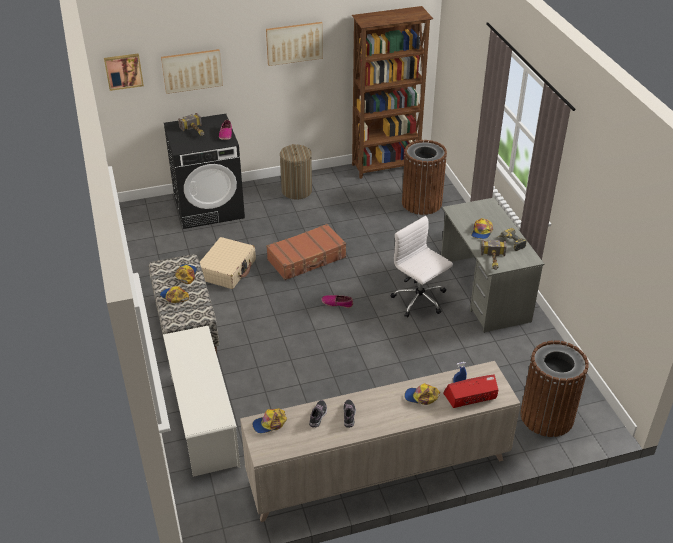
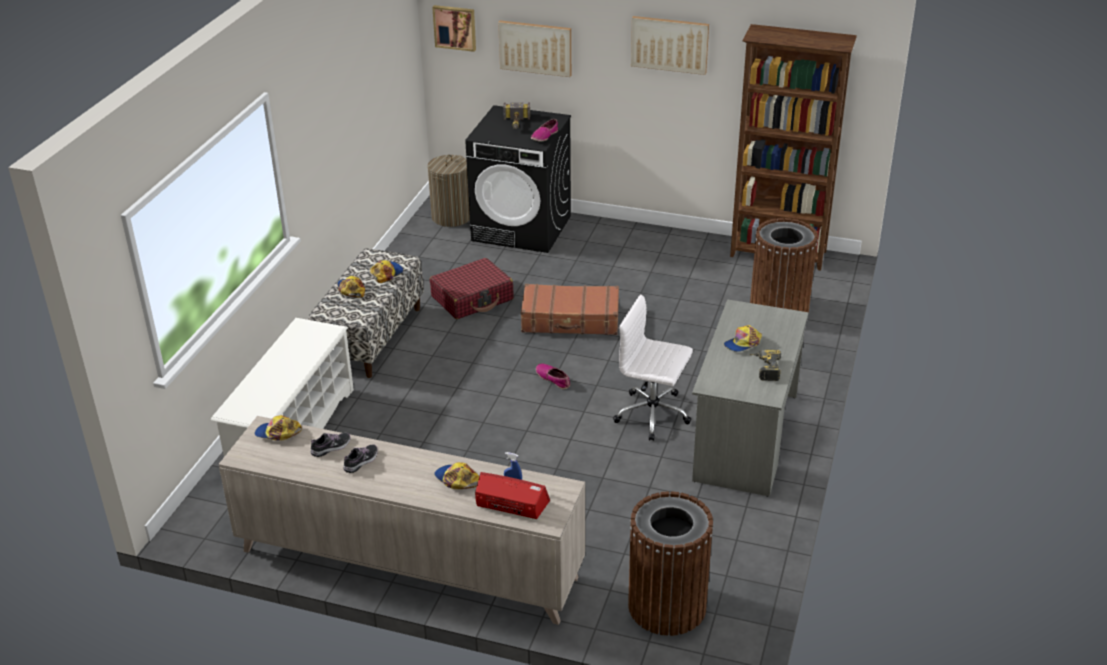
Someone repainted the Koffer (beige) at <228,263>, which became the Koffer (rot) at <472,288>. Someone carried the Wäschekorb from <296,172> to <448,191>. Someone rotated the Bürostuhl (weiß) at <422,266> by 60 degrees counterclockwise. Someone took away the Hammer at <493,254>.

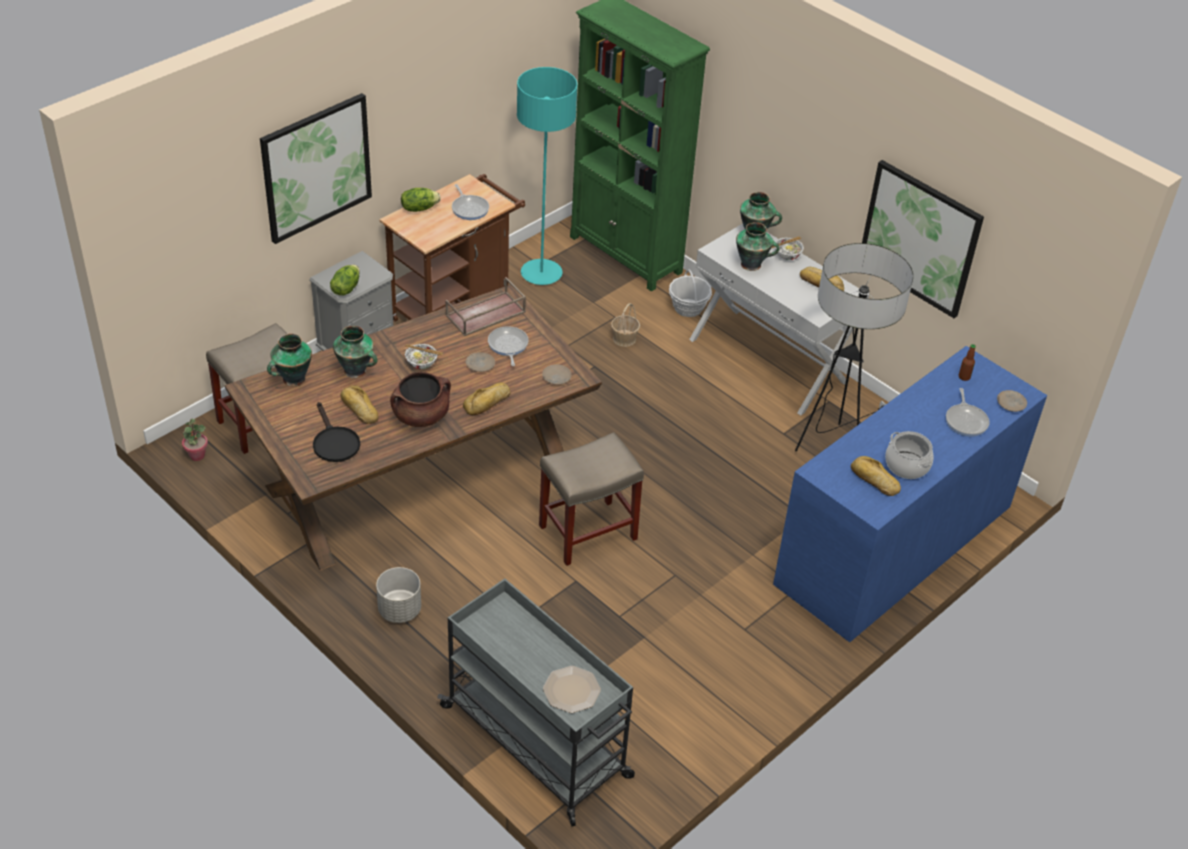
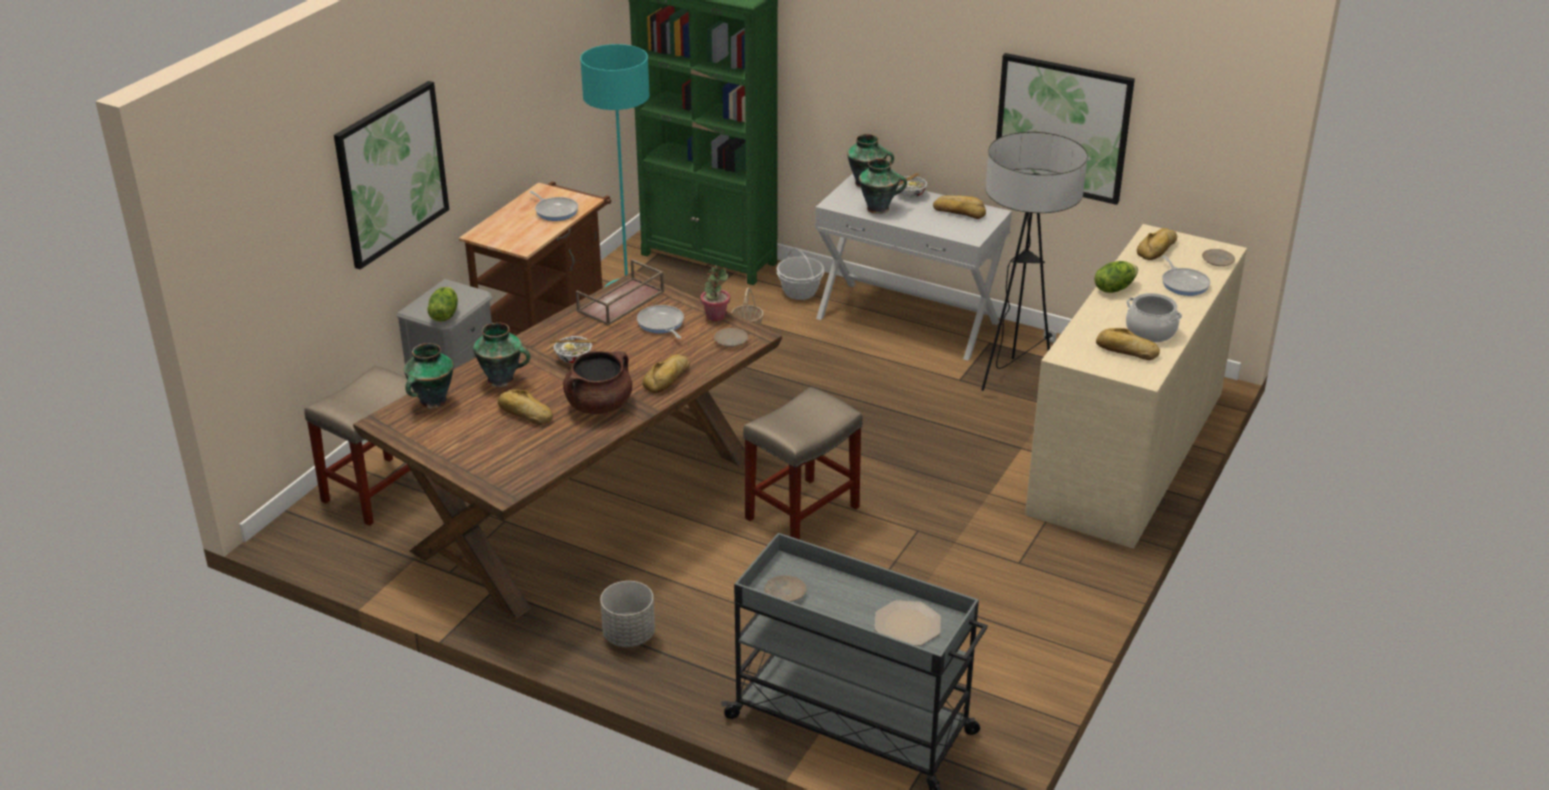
Someone carried the Topfpflanze from <195,440> to <715,293>. Someone took away the Pfanne (schwarz) at <336,432>. Someone carried the Salatkopf from <421,200> to <1116,277>. Someone carried the Teller (beige) from <480,362> to <785,588>. Someone repainted the Kommode (blau) at <910,494>, which became the Kommode (beige) at <1136,386>. Someone swapped the Flasche at <967,362> for the Brot at <1157,244>.

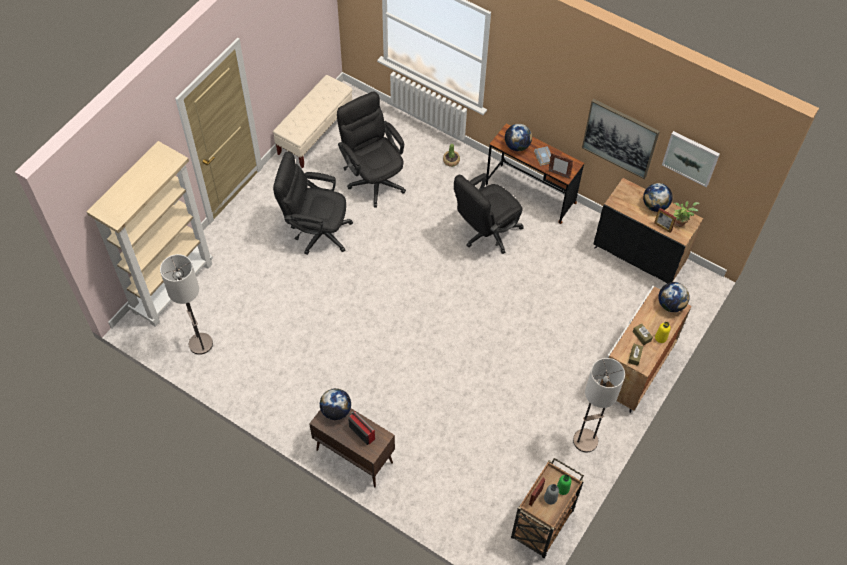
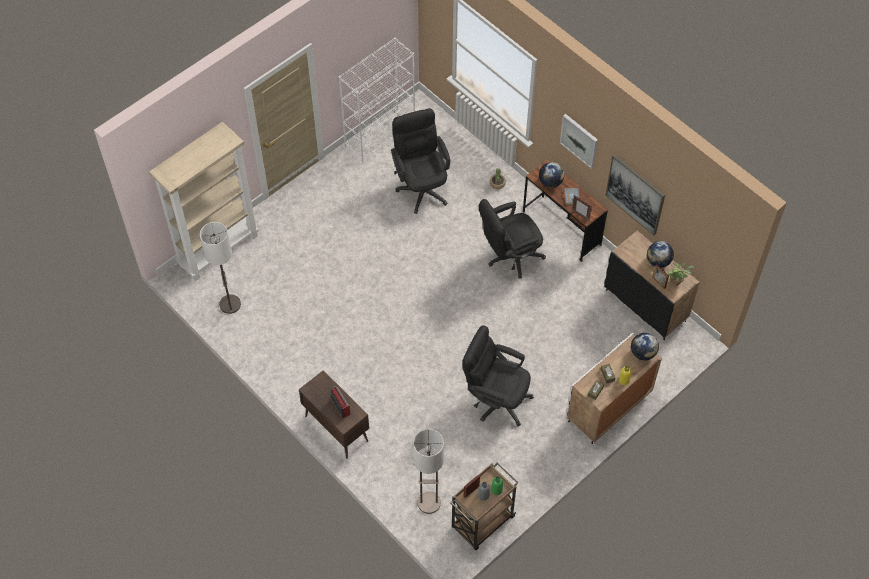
Someone swapped the Bank (beige) at <312,121> for the Bücherregal (weiß) at <377,100>. Someone carried the Bürostuhl (schwarz) from <313,203> to <498,375>. Someone took away the Globus at <335,404>. Someone carried the Stehlampe from <599,405> to <428,471>. Someone carried the Bild from <691,159> to <579,141>.

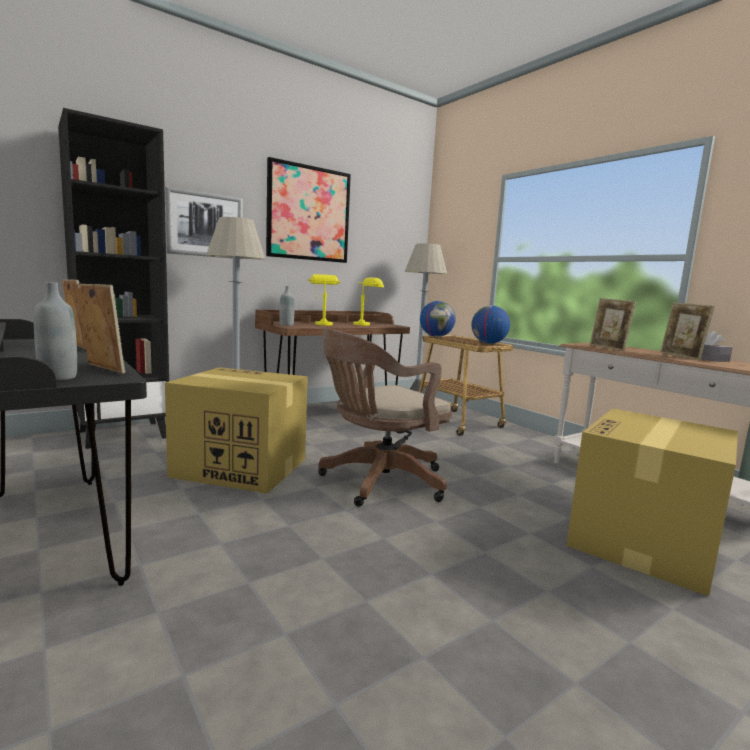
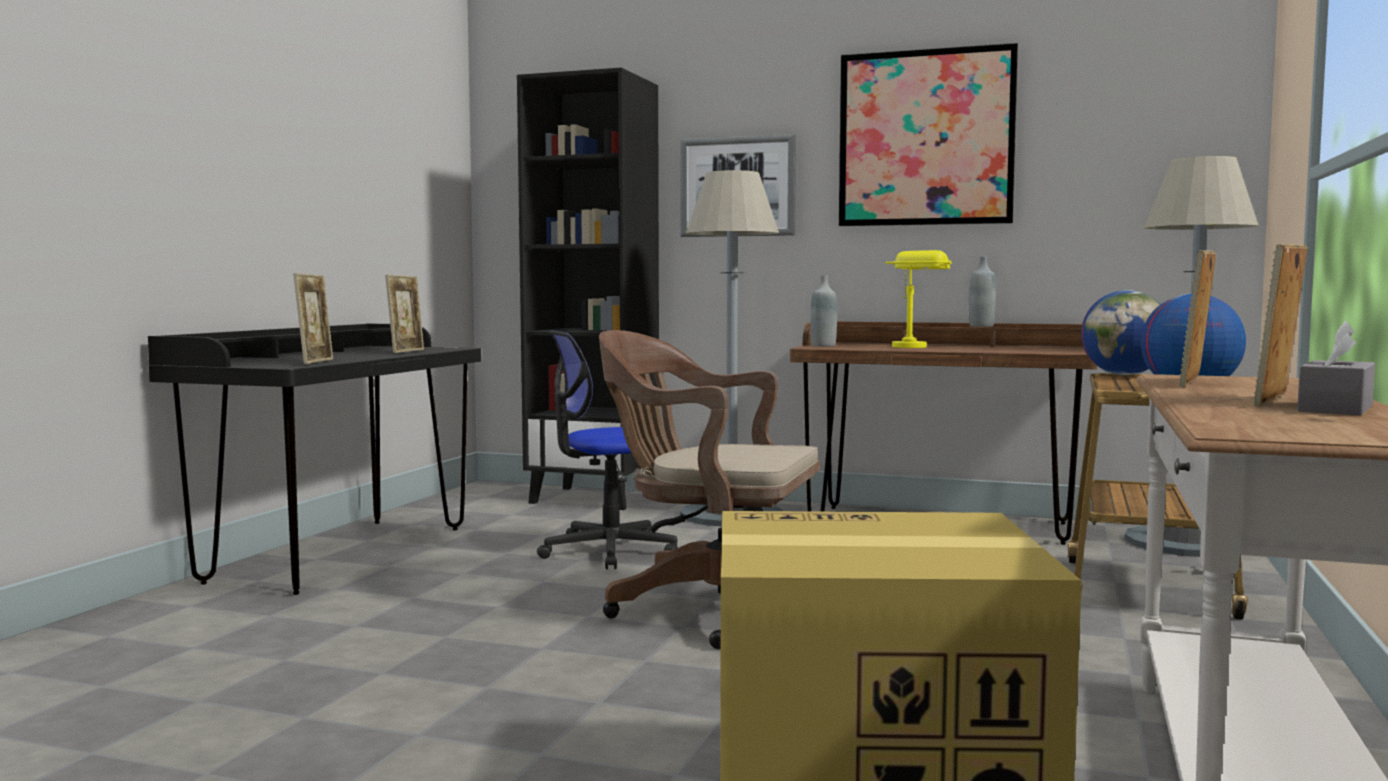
Someone carried the Flasche (grau) from <55,331> to <982,291>. Someone swapped the Karton at <236,430> for the Bürostuhl at <607,449>. Someone took away the Tischlampe (gelb) at <368,302>.

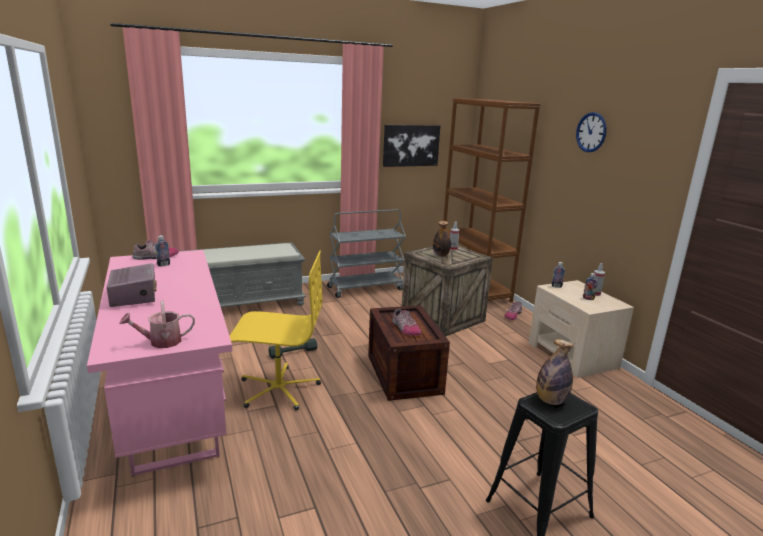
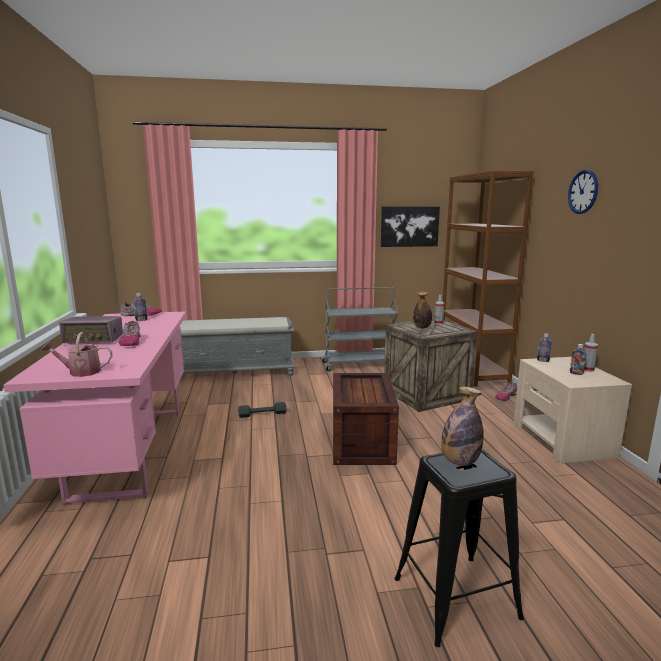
Someone rotated the Radio at <131,285> by 90 degrees clockwise. Someone took away the Bürostuhl (gelb) at <276,331>. Someone carried the Schuh from <407,322> to <130,333>.

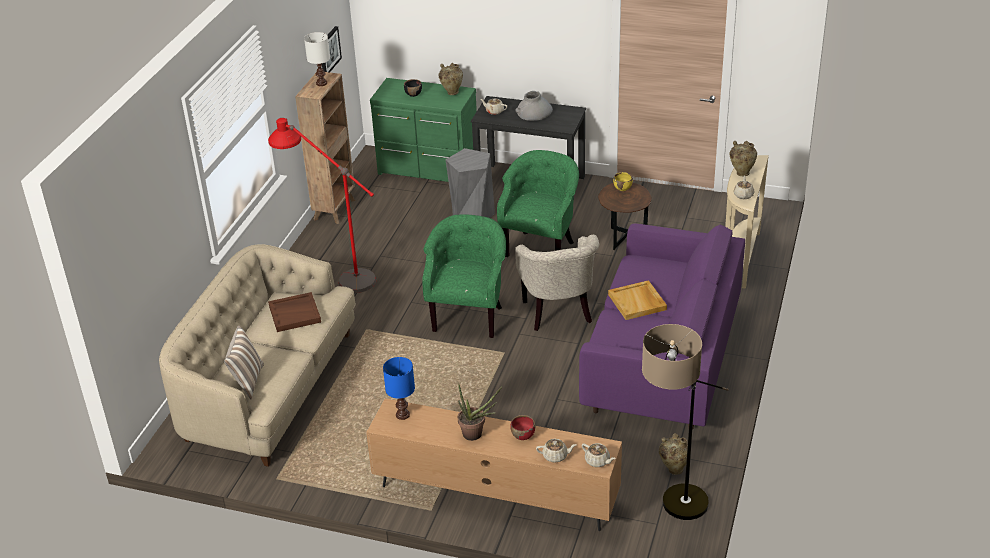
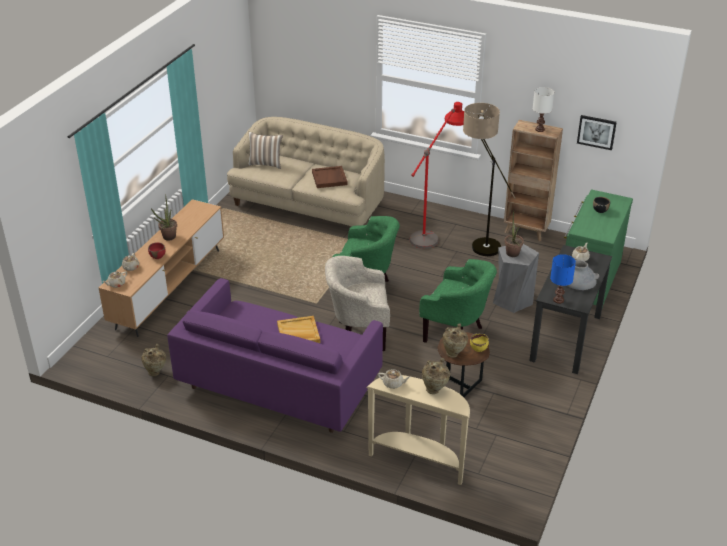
Someone carried the Tischlampe (blau) from <399,388> to <563,279>. Someone carried the Vase (beige) from <451,79> to <455,341>. Someone carried the Stehlampe from <685,422> to <489,179>. Someone put down the Topfpflanze at <514,233>.

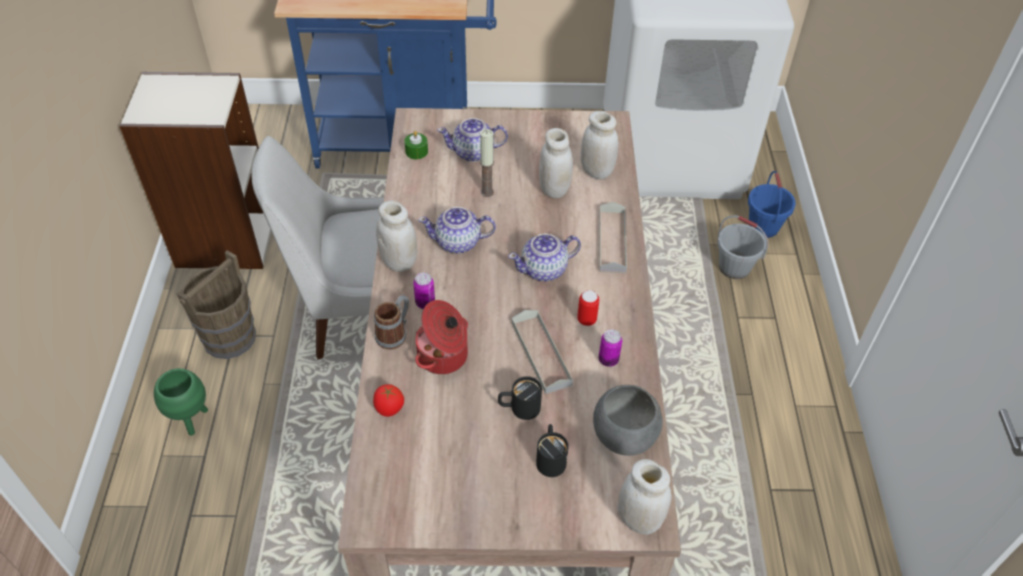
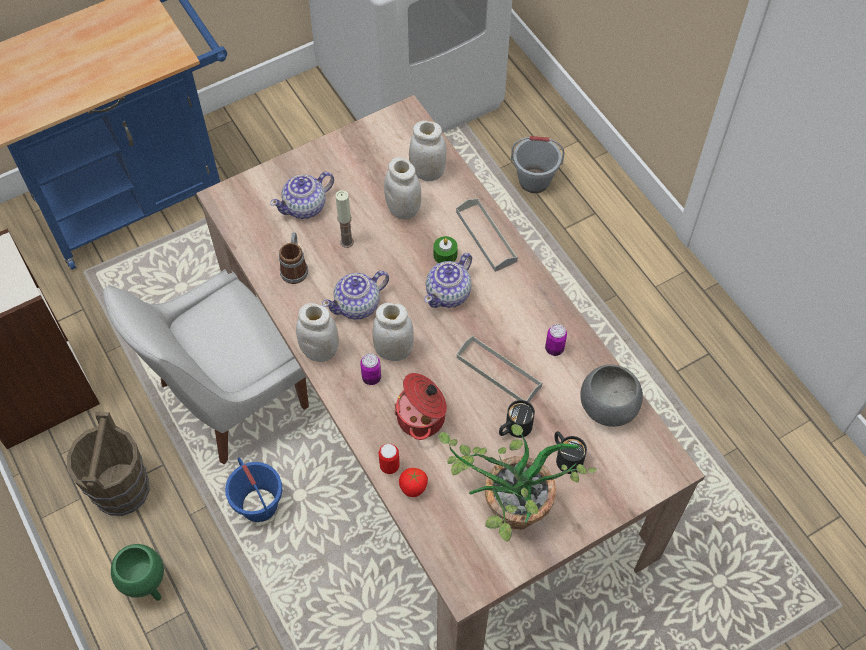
Someone carried the Henkelbecher from <391,322> to <293,258>. Someone carried the Kerze (grün) from <416,145> to <445,249>. Someone carried the Dose from <588,308> to <389,458>. Someone carried the Vorratsglas (weiß) from <645,497> to <393,332>. Someone carried the Eimer (blau) from <772,204> to <253,489>. Someone put down the Topfpflanze at <517,483>.

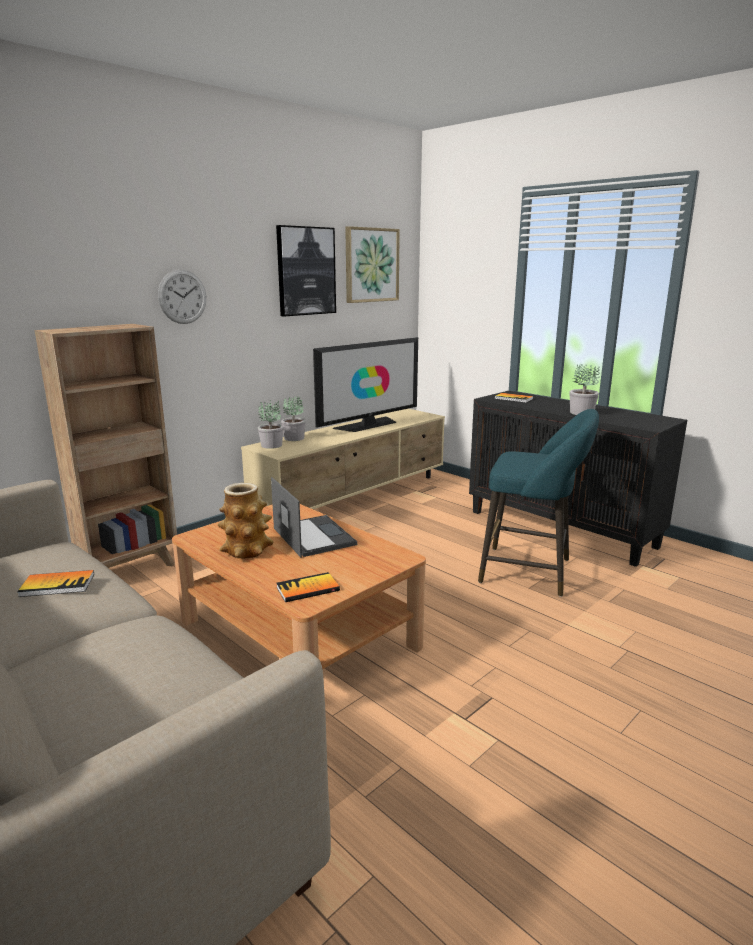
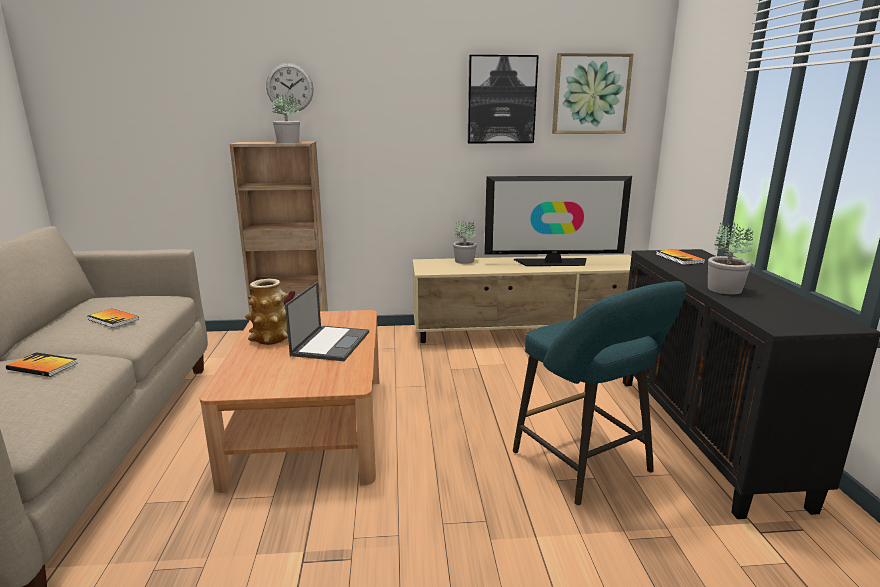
Someone carried the Wanduhr from <182,297> to <290,87>. Someone carried the Topfpflanze from <271,425> to <286,118>. Someone carried the Buch from <308,587> to <41,364>.

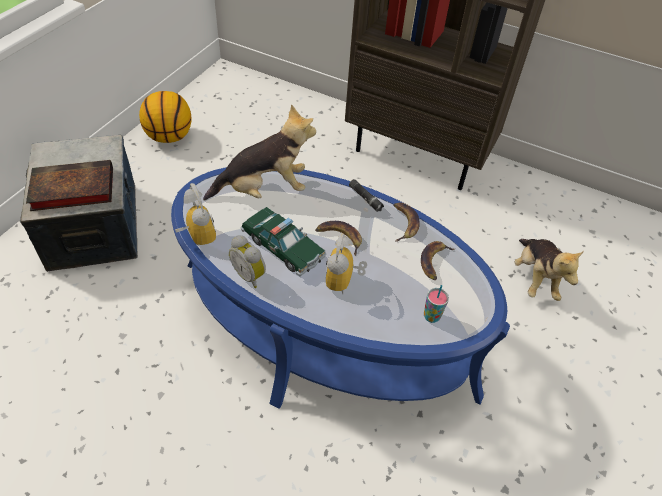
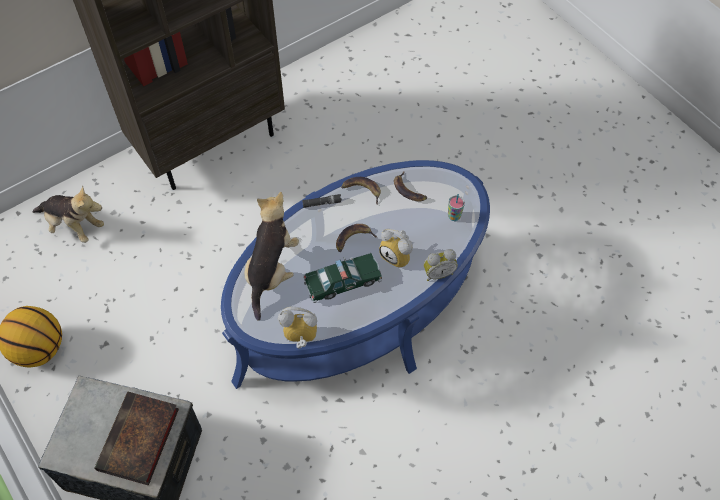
Someone carried the Wecker from <247,261> to <441,265>. Someone carried the Plüschtier from <549,270> to <68,214>.

